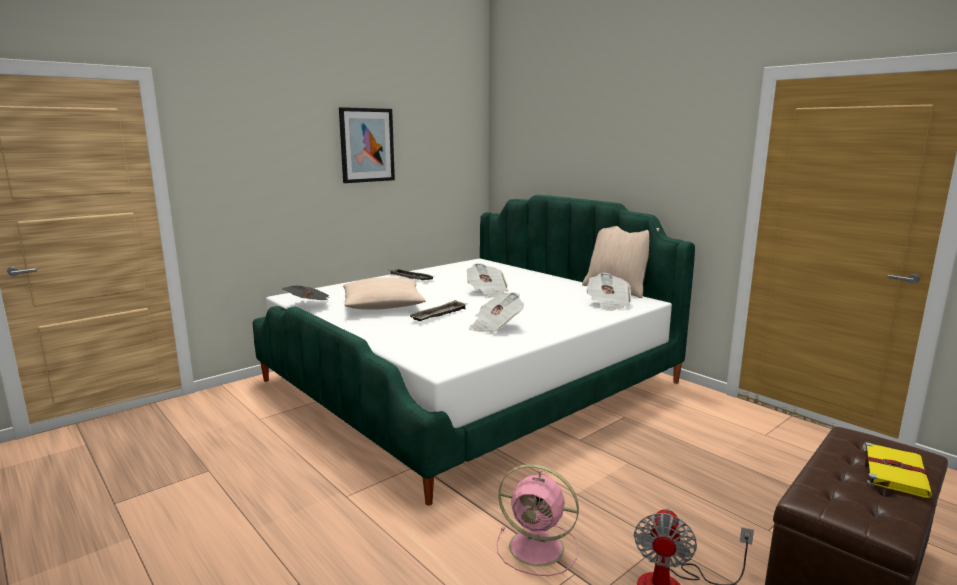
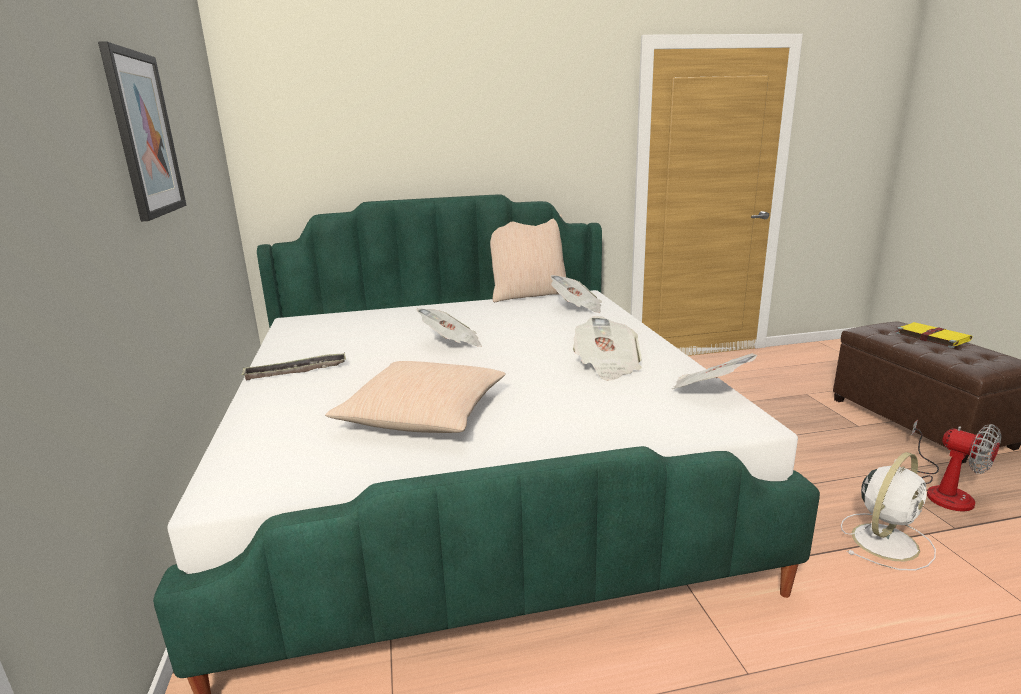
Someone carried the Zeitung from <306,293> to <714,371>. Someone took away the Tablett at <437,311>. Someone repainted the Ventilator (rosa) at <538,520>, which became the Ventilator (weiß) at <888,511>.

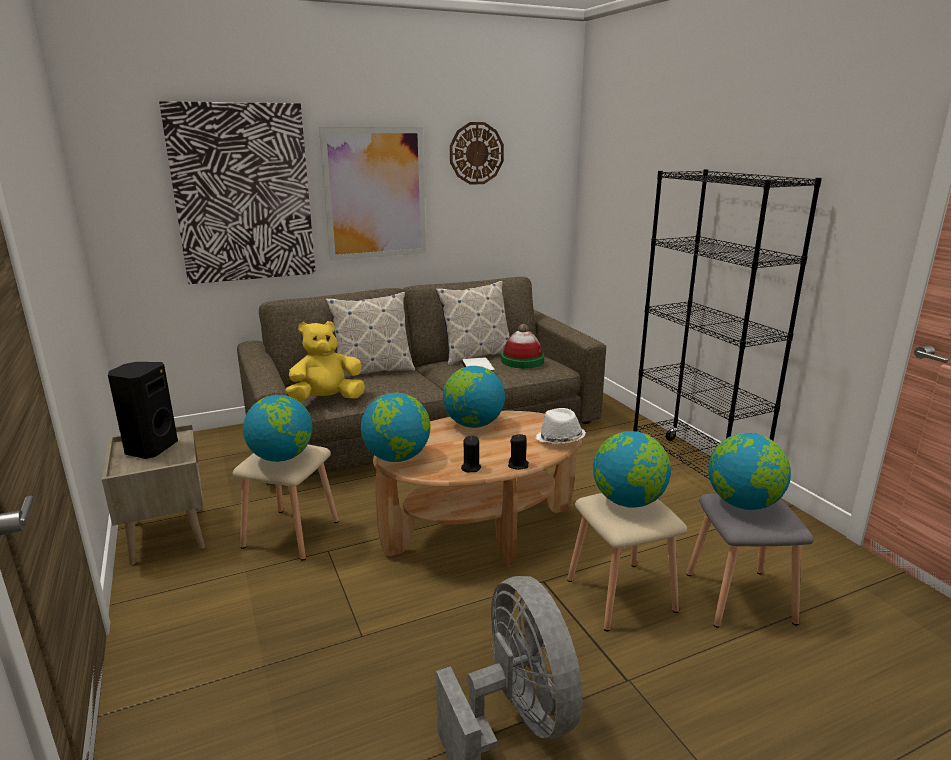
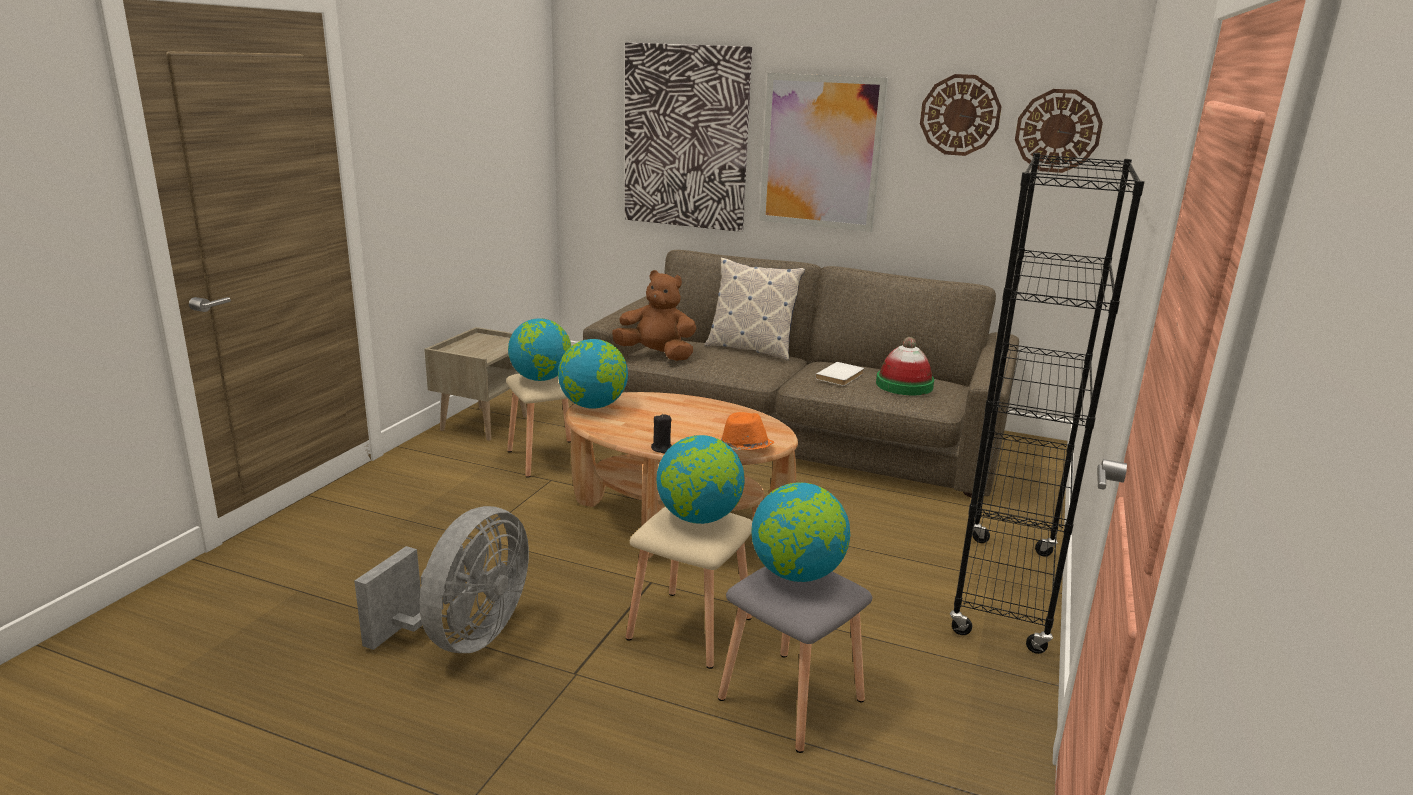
Someone took away the Lautsprecher (schwarz) at <143,410>. Someone repainted the Plüschtier (gelb) at <325,361>, which became the Plüschtier (braun) at <654,315>. Someone took away the Kissen at <473,323>. Someone took away the Globus at <474,397>. Someone took away the Kerze (schwarz) at <471,454>. Someone repainted the Hut (weiß) at <561,426>, which became the Hut (orange) at <747,431>. Someone put up the Wanduhr at <1059,131>.

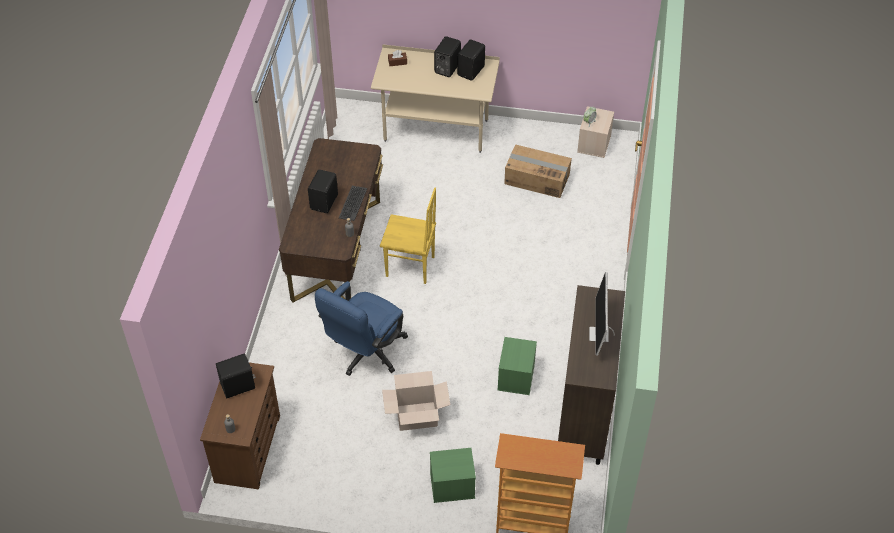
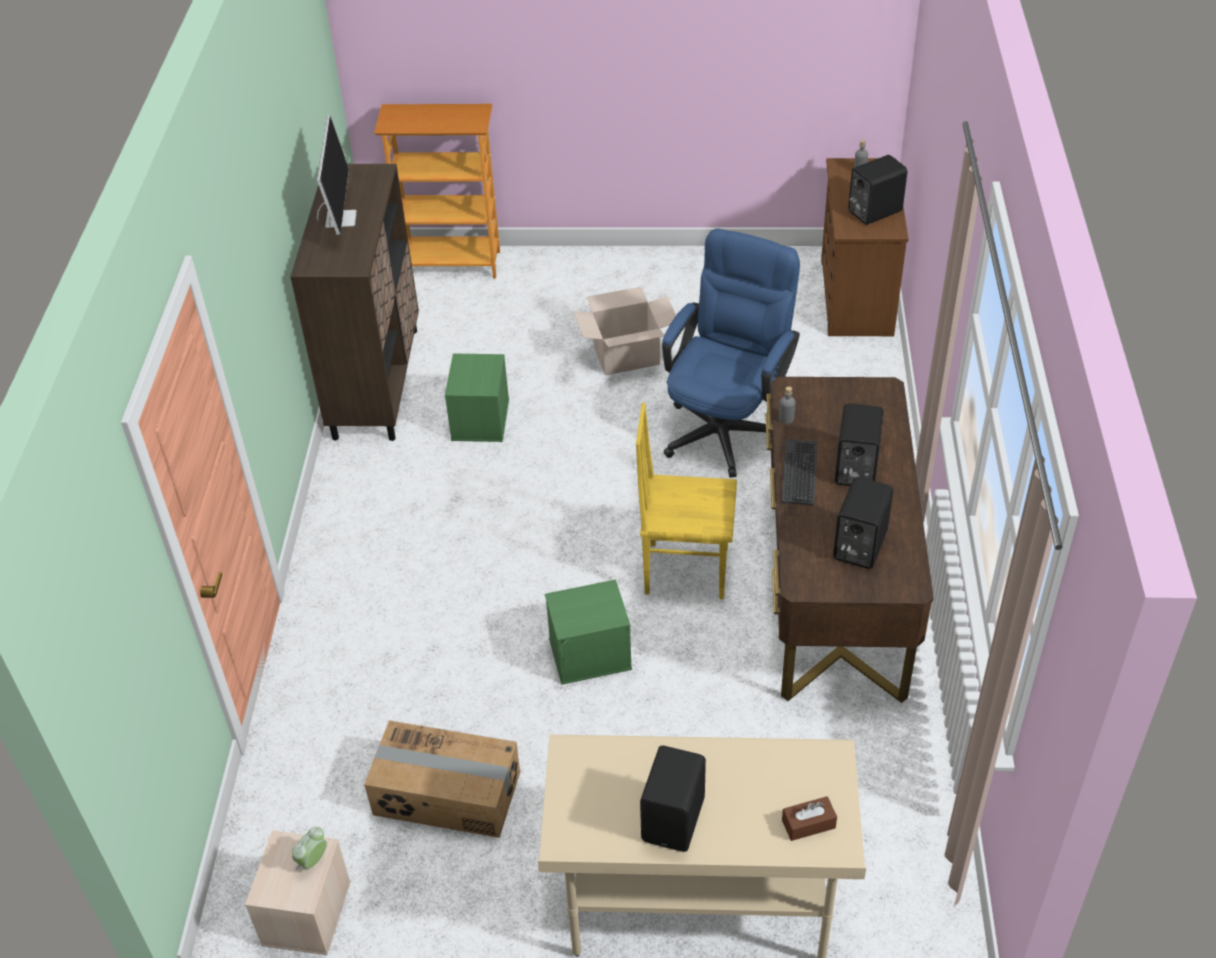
Someone carried the Aufbewahrungsbox (grün) from <453,475> to <588,632>. Someone carried the Lautsprecher (schwarz) from <471,60> to <863,523>.

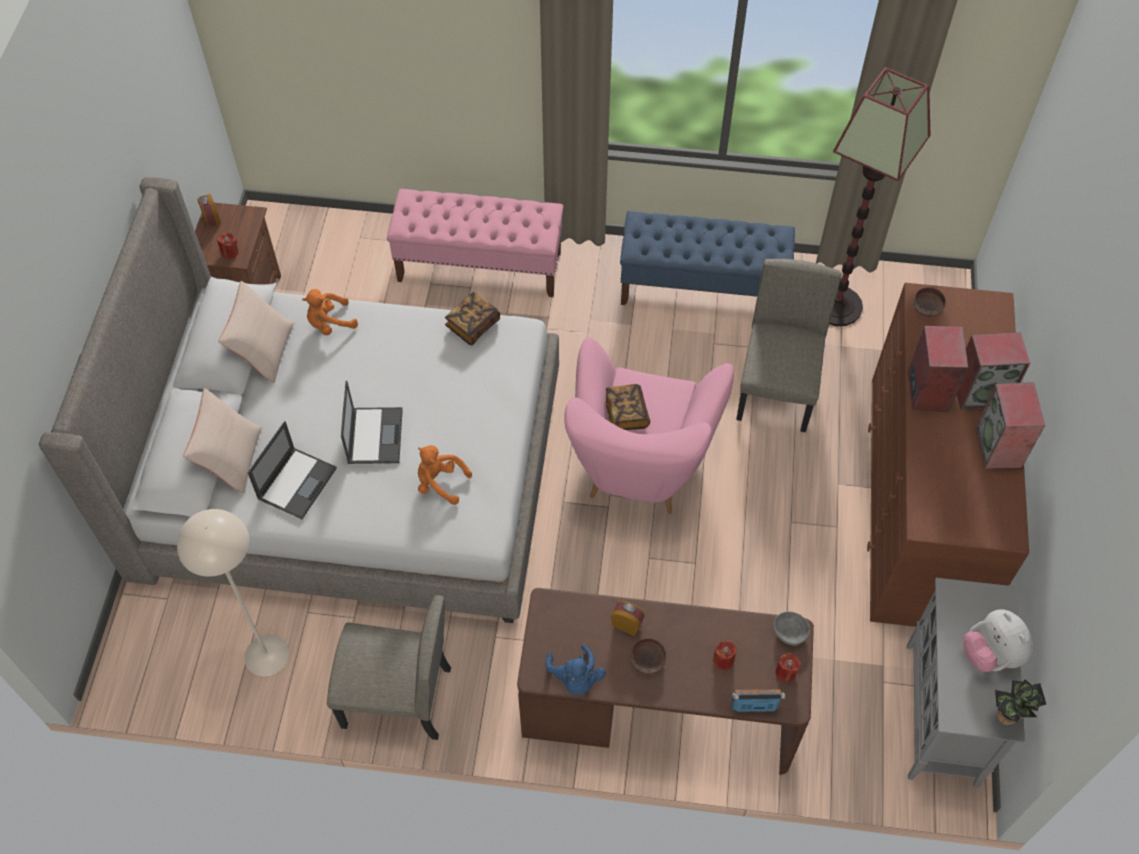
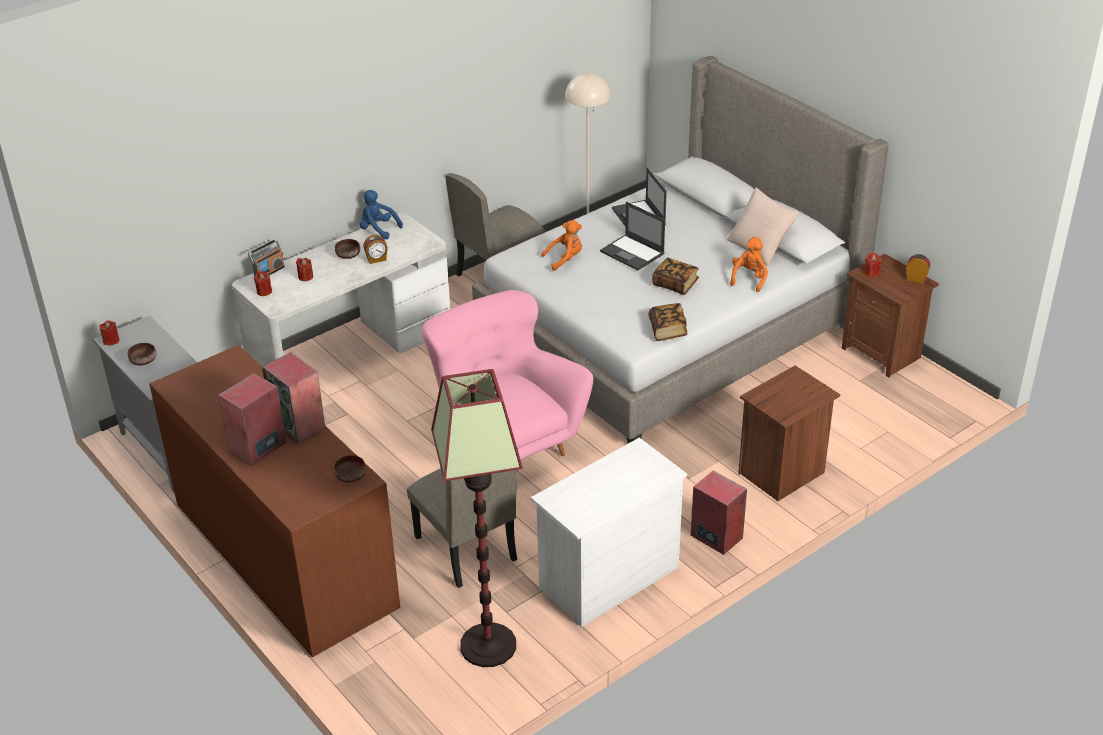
Someone took away the Kissen (beige) at <222,441>. Someone swapped the Bank (rosa) at <475,243> for the Nachttisch (braun) at <789,433>. Someone repainted the Schreibtisch (braun) at <665,681>, which became the Schreibtisch (weiß) at <341,290>. Someone carried the Buch from <628,407> to <675,276>. Someone swapped the Bank (blau) at <707,258> for the Kommode (weiß) at <609,532>. Someone took away the Schüssel (grau) at <792,628>. Someone swapped the Plüschtier at <998,640> for the Schüssel (braun) at <142,354>. Someone carried the Lautsprecher from <1010,425> to <718,513>. Someone swapped the Topfpflanze at <1020,702> for the Kerze (rot) at <110,332>.

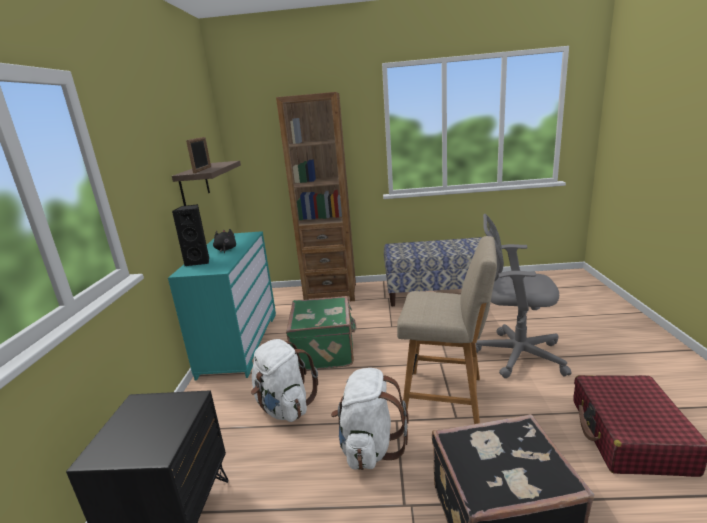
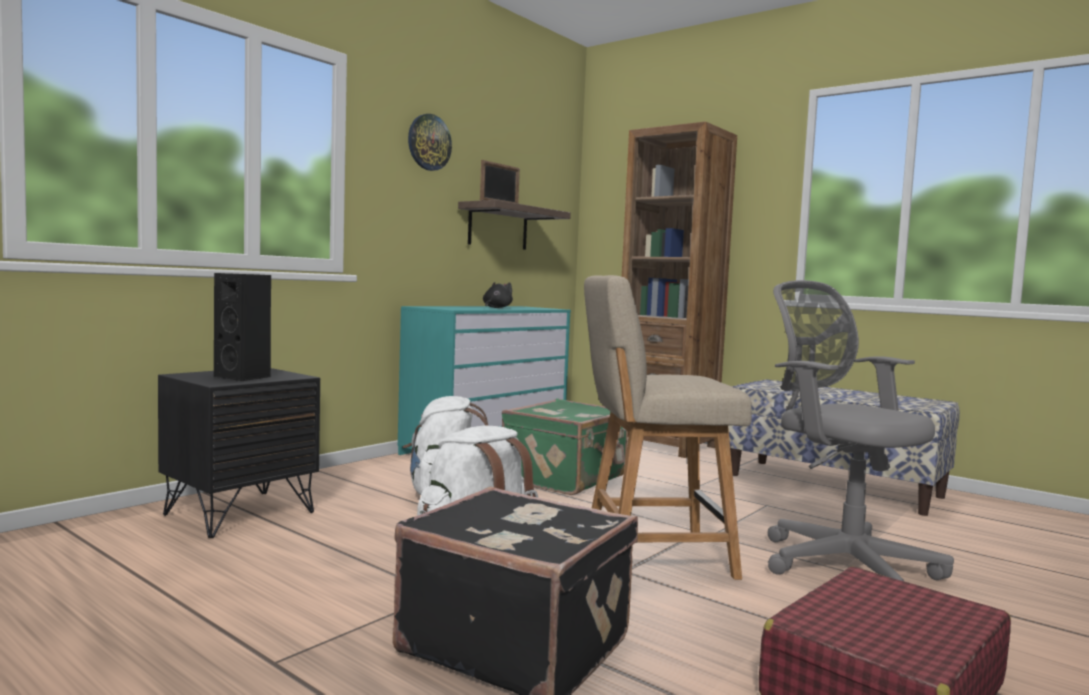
Someone carried the Lautsprecher (schwarz) from <190,235> to <242,327>. Someone rotated the Stuhl (beige) at <447,330> by 120 degrees clockwise. Someone put up the Wanduhr at <430,142>.

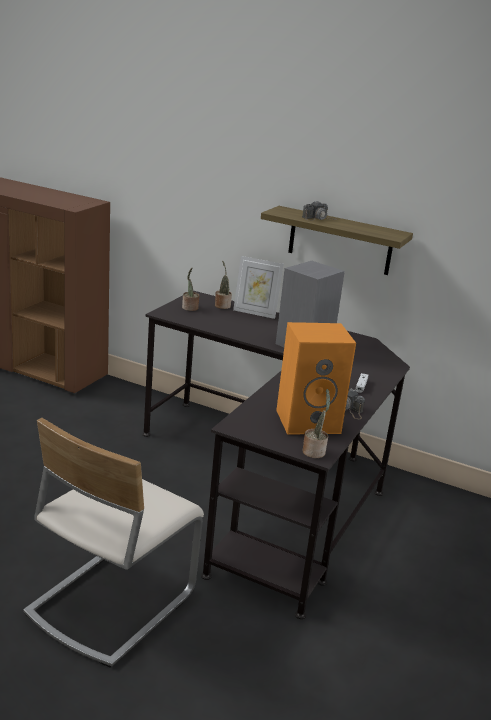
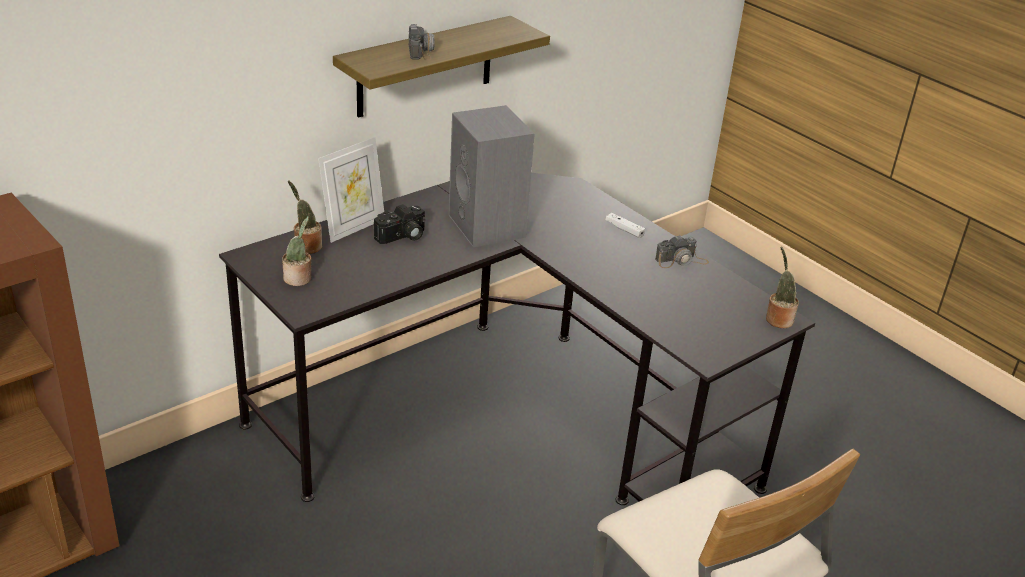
Someone took away the Lautsprecher (orange) at <316,378>. Someone put down the Kamera at <399,224>.

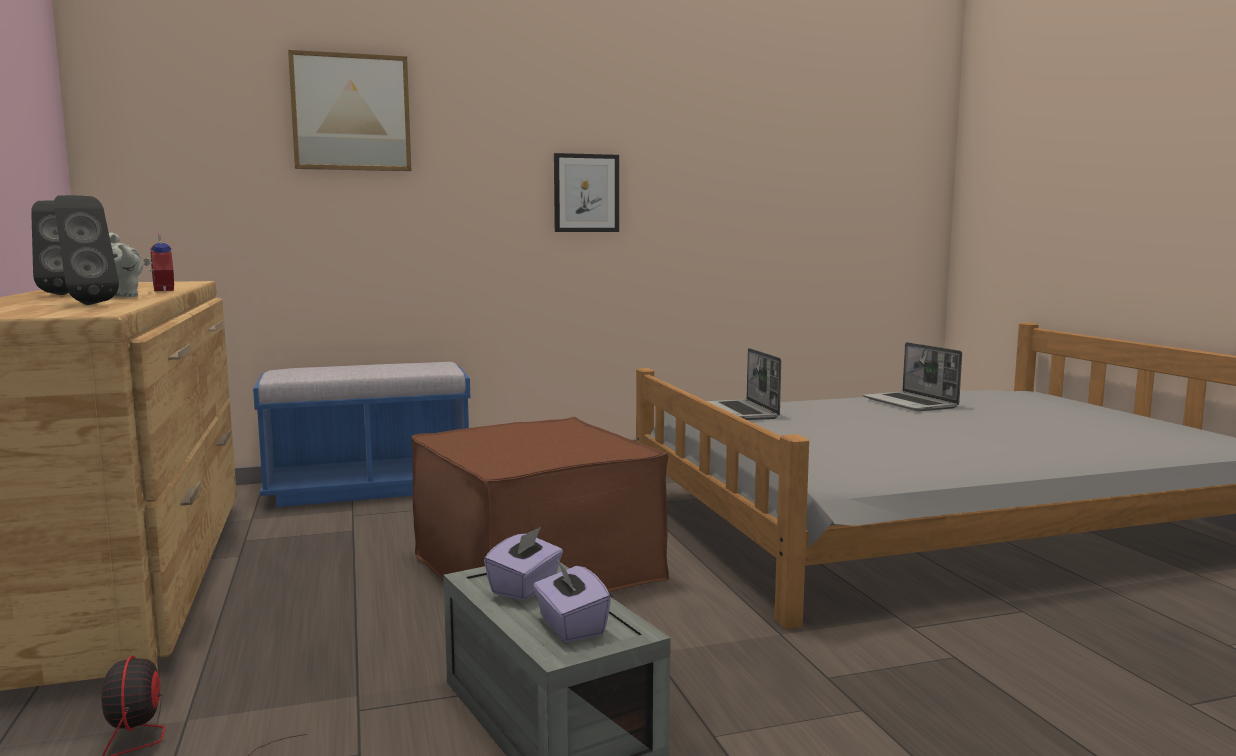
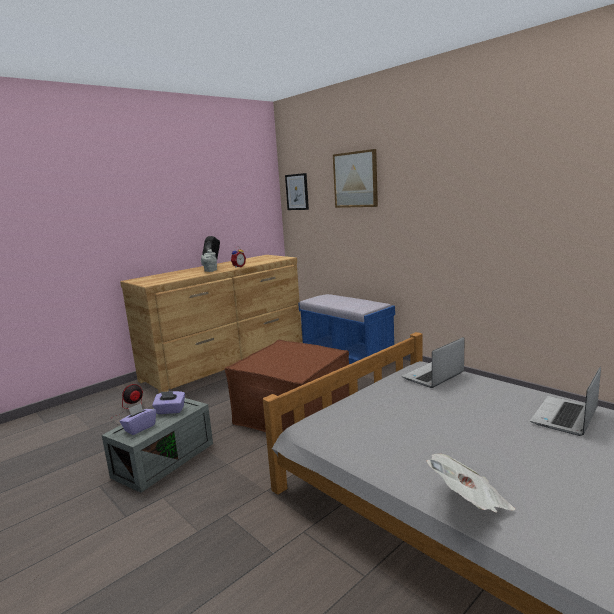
Someone took away the Lautsprecher (schwarz) at <86,250>. Someone carried the Bild from <586,192> to <297,191>. Someone put down the Zeitung at <470,483>.

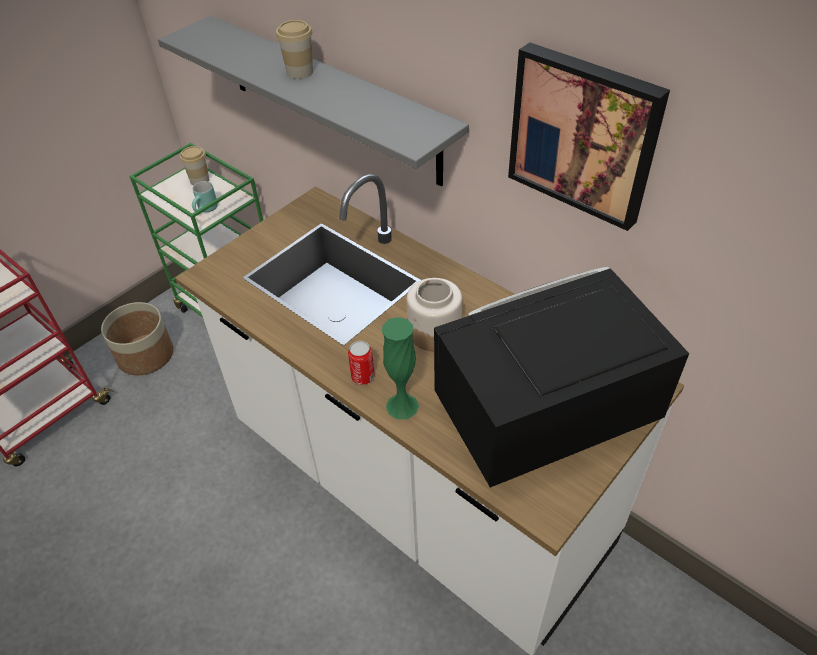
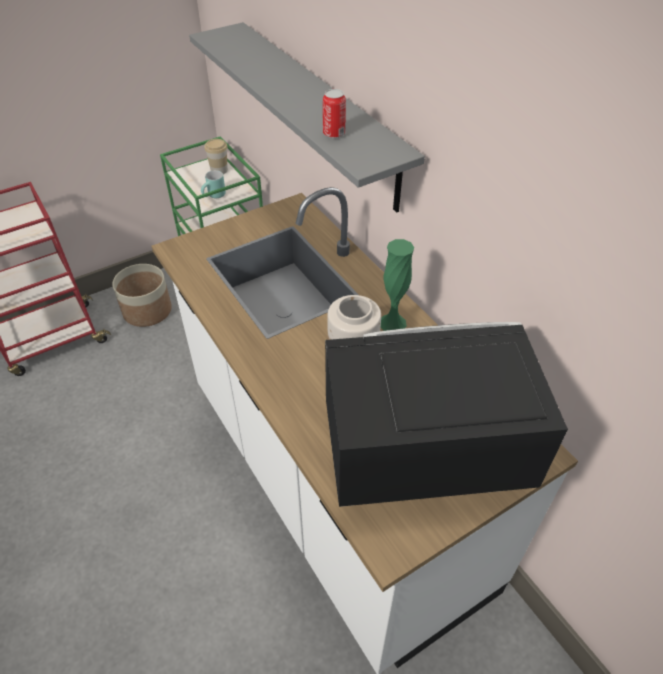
Someone took away the Tasse at <294,49>. Someone carried the Dose from <361,363> to <334,113>. Someone carried the Vase (grün) from <400,368> to <397,285>. Someone took away the Bild at <589,137>.

